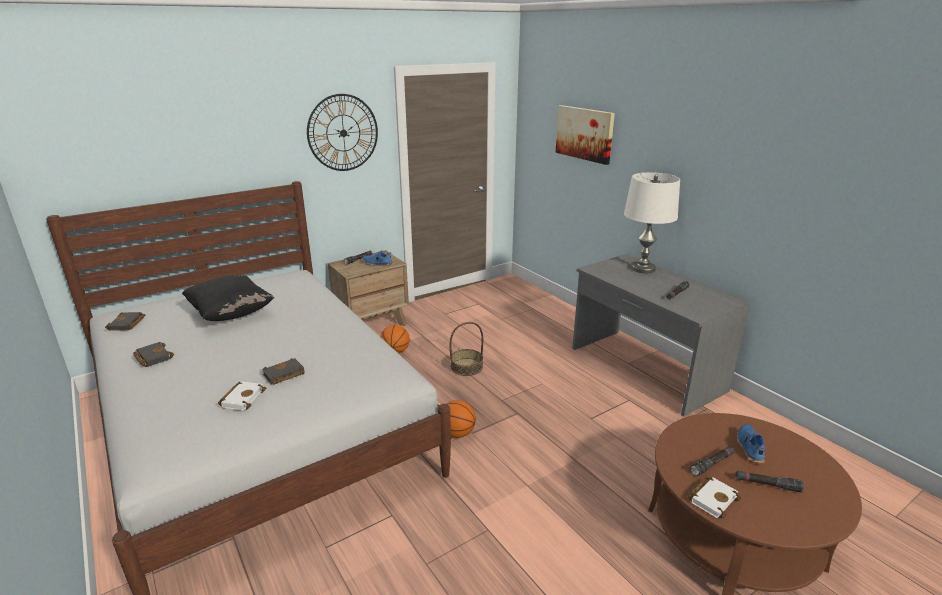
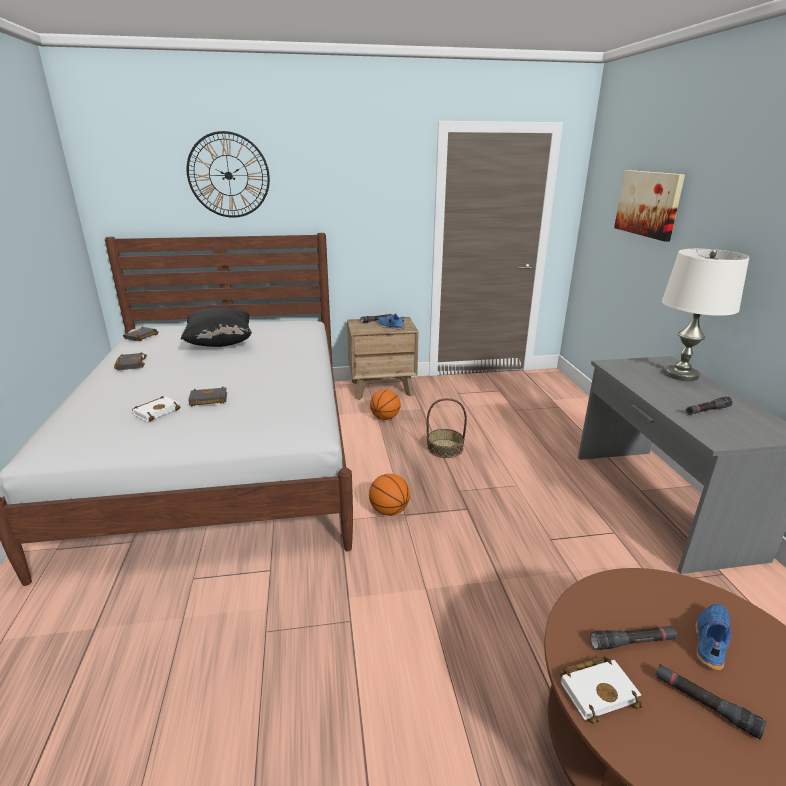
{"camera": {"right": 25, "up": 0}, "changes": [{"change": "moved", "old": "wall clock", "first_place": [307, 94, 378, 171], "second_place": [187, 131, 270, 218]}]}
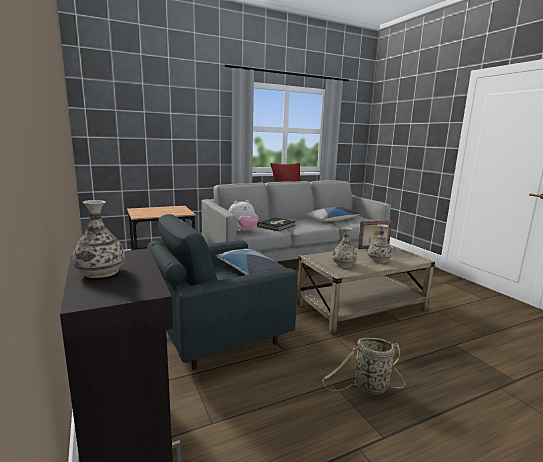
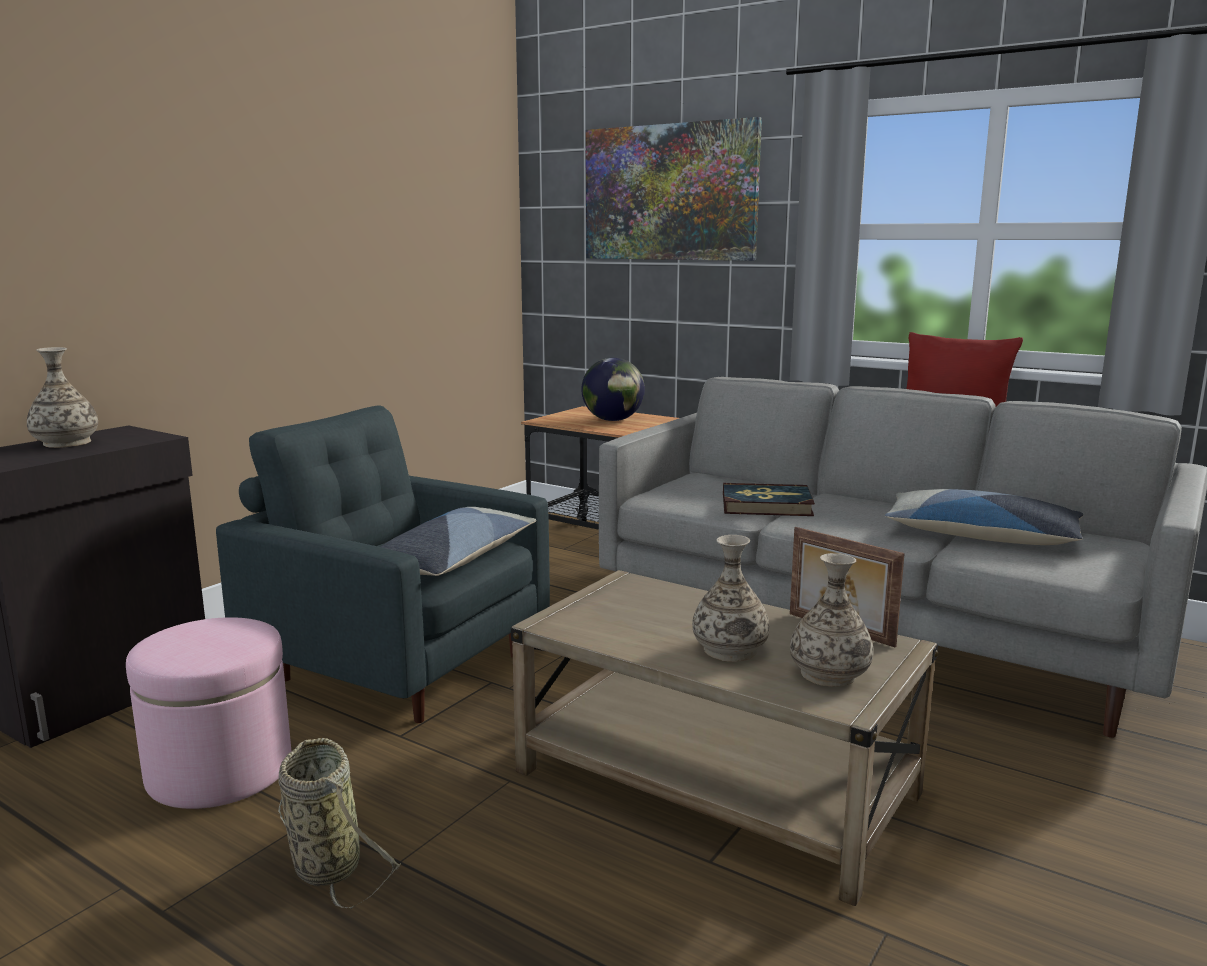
{"camera": {"right": 60, "up": 0}, "changes": [{"change": "removed", "old": "plush toy", "first_place": [228, 200, 258, 231]}, {"change": "added", "new": "pink ottoman", "second_place": [126, 617, 291, 809]}, {"change": "added", "new": "globe", "second_place": [581, 357, 645, 421]}, {"change": "added", "new": "picture", "second_place": [586, 117, 762, 261]}, {"change": "moved", "old": "vase", "first_place": [332, 227, 357, 268], "second_place": [790, 553, 873, 687]}]}
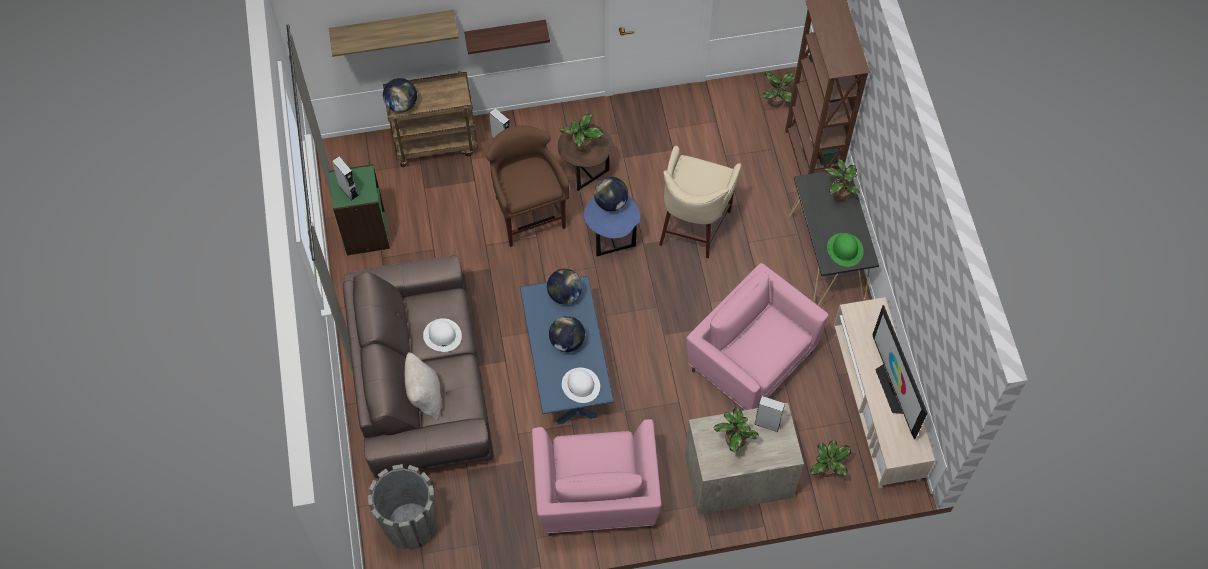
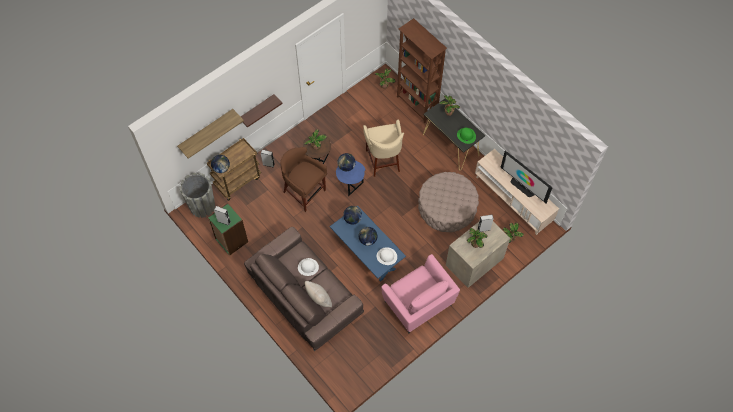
{"camera": {"right": -30, "up": 0}, "changes": [{"change": "moved", "old": "grey planter", "first_place": [368, 464, 437, 550], "second_place": [180, 173, 215, 218]}, {"change": "replaced", "old": "pink armchair", "new": "beige ottoman", "first_place": [687, 263, 828, 410], "second_place": [418, 172, 479, 232]}]}
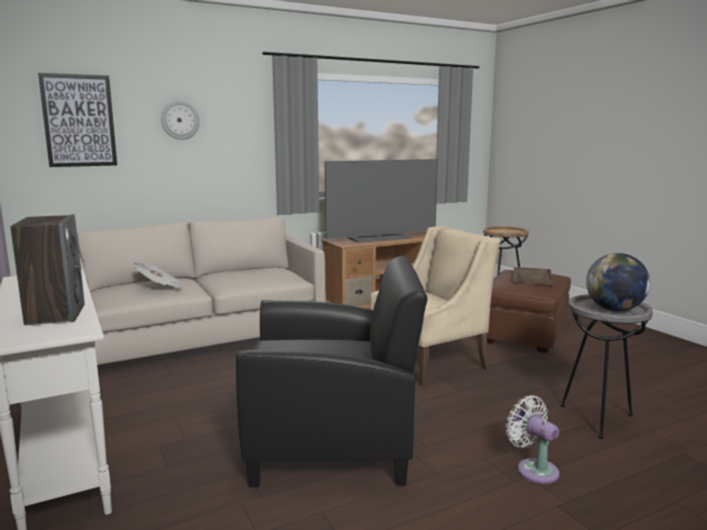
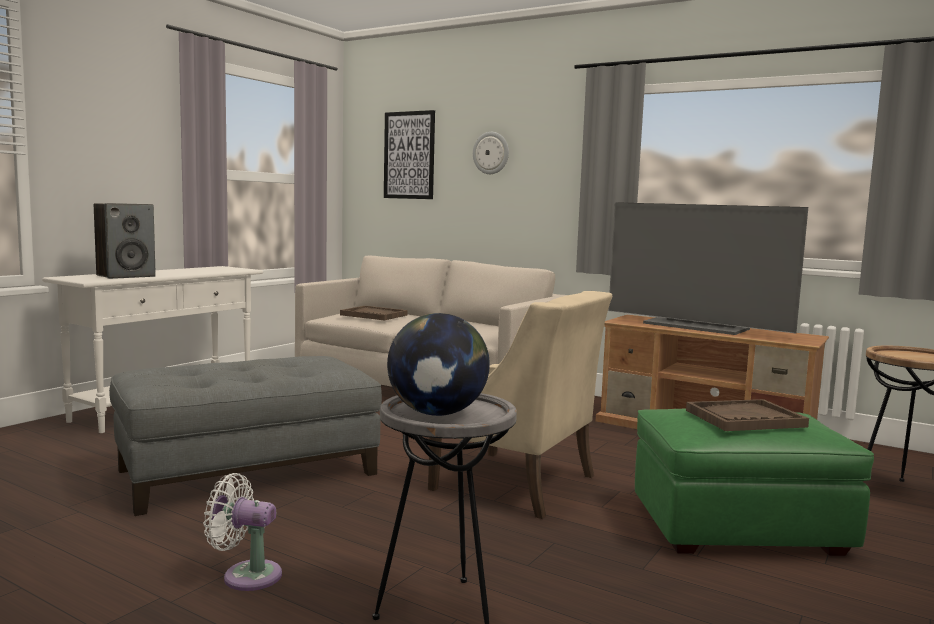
{"camera": {"right": 60, "up": -5}, "changes": [{"change": "replaced", "old": "newspaper", "new": "brown tray", "first_place": [133, 262, 183, 289], "second_place": [340, 306, 408, 320]}, {"change": "replaced", "old": "black armchair", "new": "grey ottoman", "first_place": [236, 256, 428, 487], "second_place": [109, 356, 382, 516]}, {"change": "recoloured", "old": "brown ottoman", "new": "green ottoman", "first_place": [487, 270, 571, 353], "second_place": [635, 409, 874, 556]}, {"change": "turned", "old": "white fan", "first_place": [506, 395, 560, 484], "second_place": [203, 473, 282, 591], "degrees": -105}]}
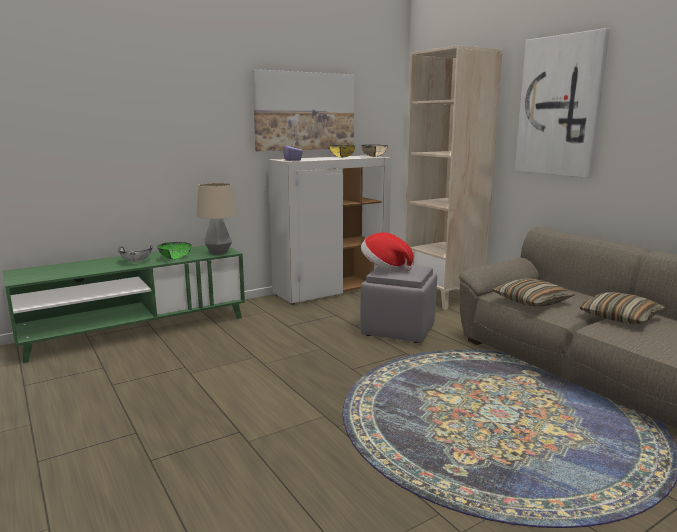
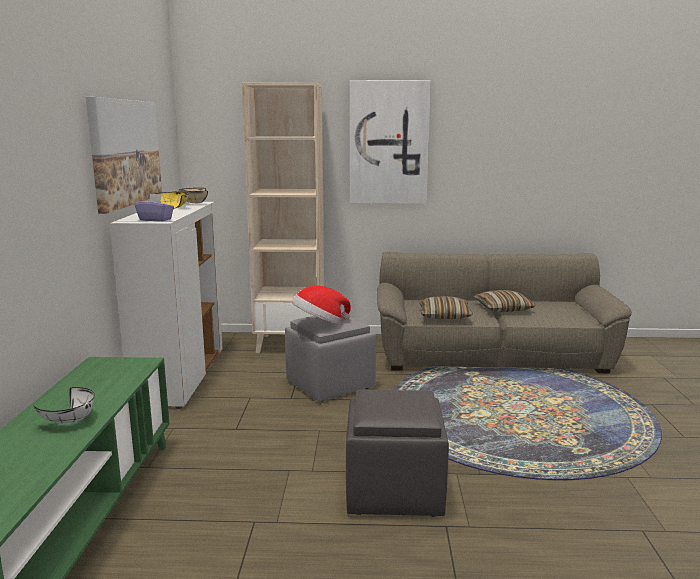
{"camera": {"right": -55, "up": 0}, "changes": [{"change": "removed", "old": "green bowl", "first_place": [157, 242, 191, 260]}, {"change": "removed", "old": "table lamp", "first_place": [197, 183, 236, 255]}, {"change": "added", "new": "grey ottoman", "second_place": [346, 390, 449, 516]}]}
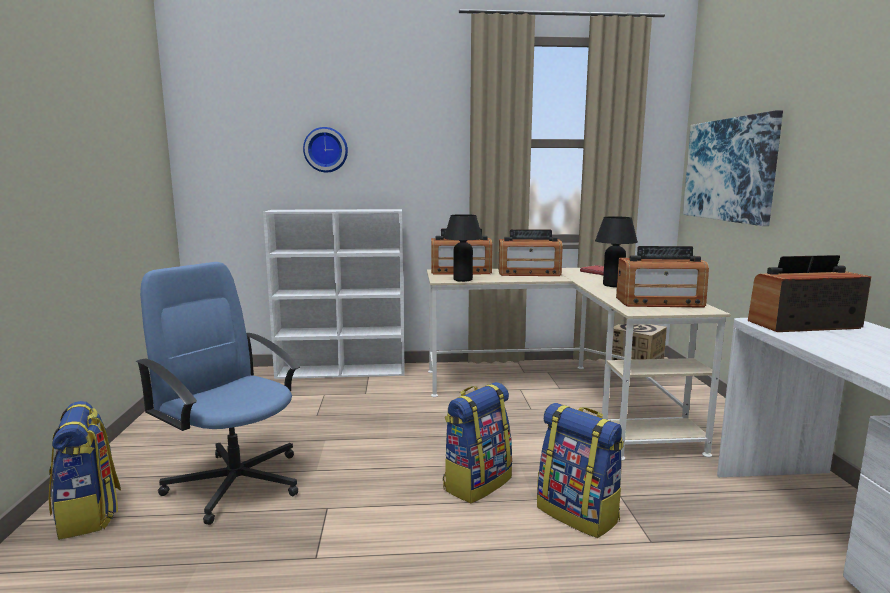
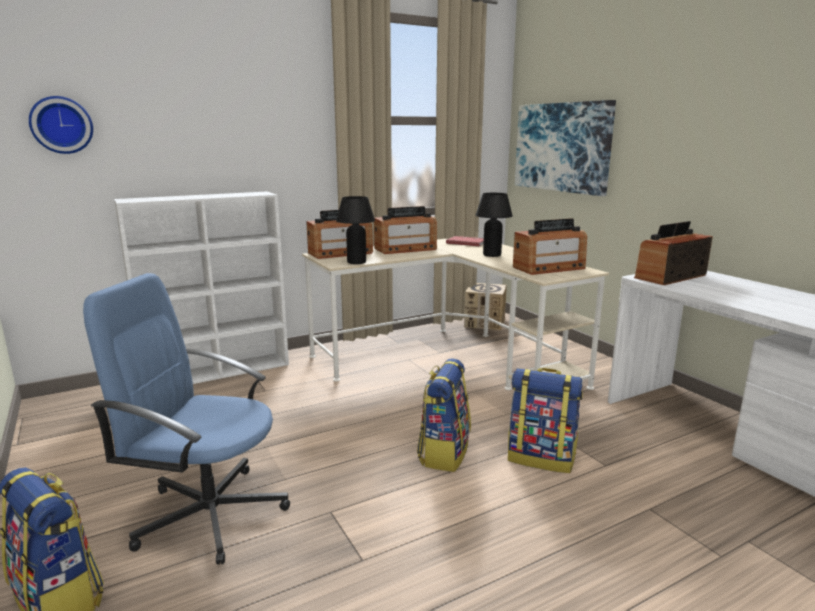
{"camera": {"right": -25, "up": 5}, "changes": [{"change": "moved", "old": "wall clock", "first_place": [303, 127, 348, 172], "second_place": [29, 96, 93, 154]}]}
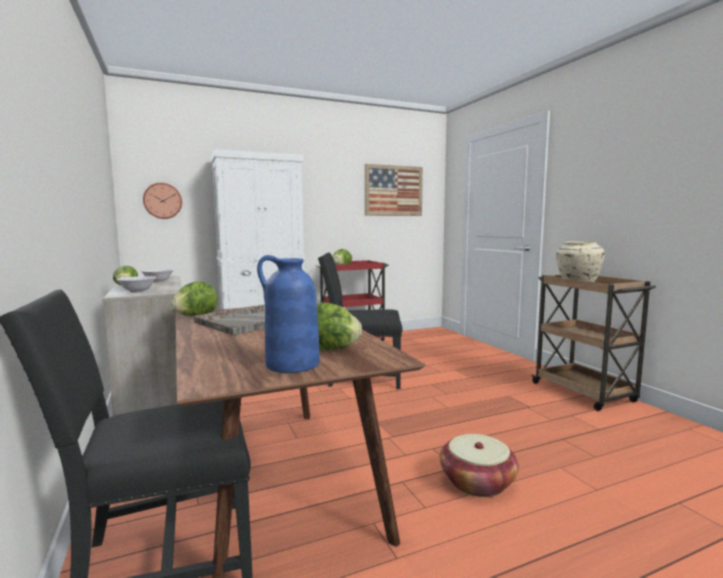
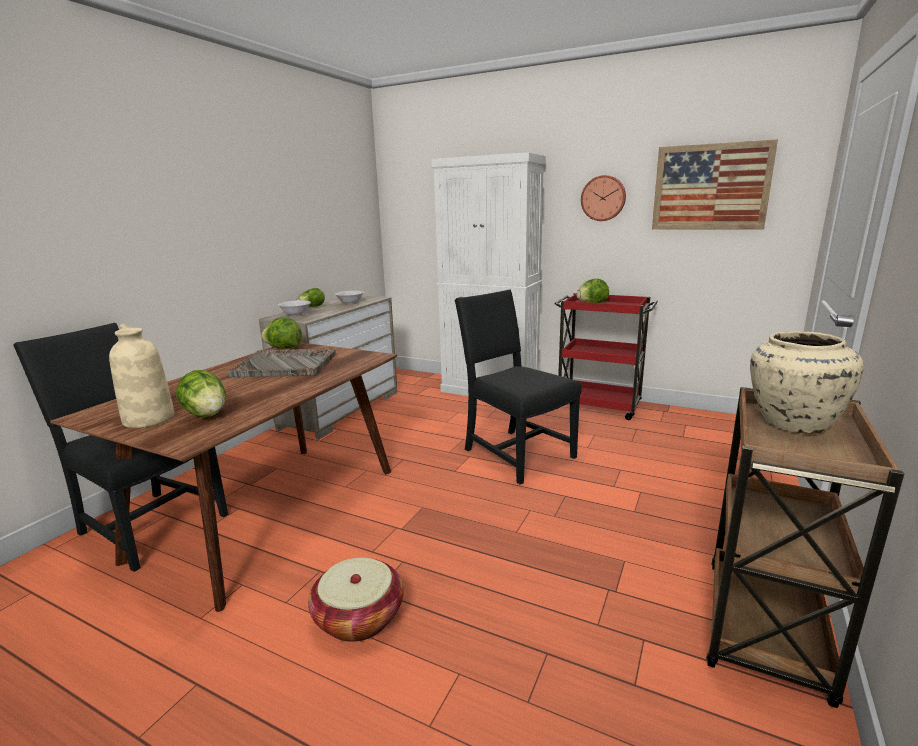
{"camera": {"right": 50, "up": 10}, "changes": [{"change": "moved", "old": "wall clock", "first_place": [143, 183, 182, 219], "second_place": [581, 175, 626, 221]}, {"change": "recoloured", "old": "blue vase", "new": "beige vase", "first_place": [257, 255, 320, 373], "second_place": [109, 324, 174, 428]}]}
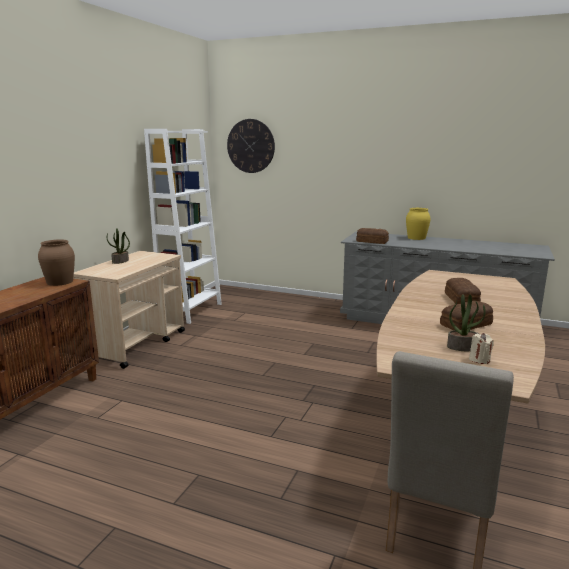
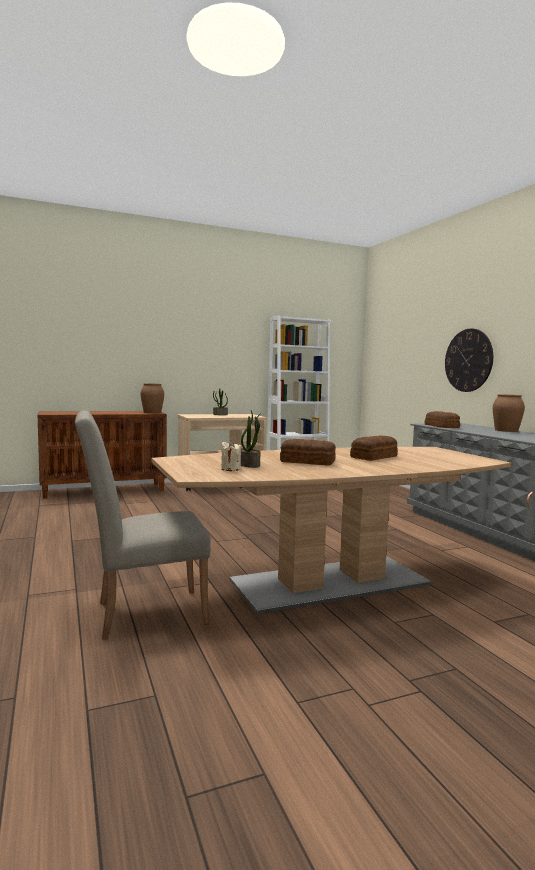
{"camera": {"right": 45, "up": -10}, "changes": [{"change": "moved", "old": "wall clock", "first_place": [227, 119, 275, 173], "second_place": [445, 328, 493, 392]}, {"change": "recoloured", "old": "yellow vase", "new": "brown vase", "first_place": [406, 208, 431, 240], "second_place": [493, 394, 525, 432]}]}
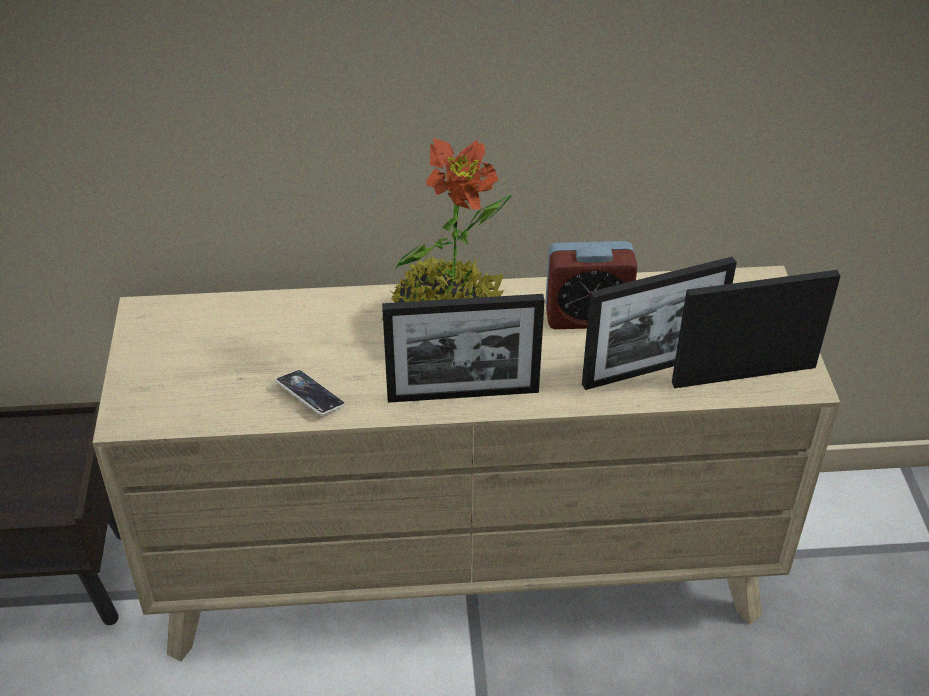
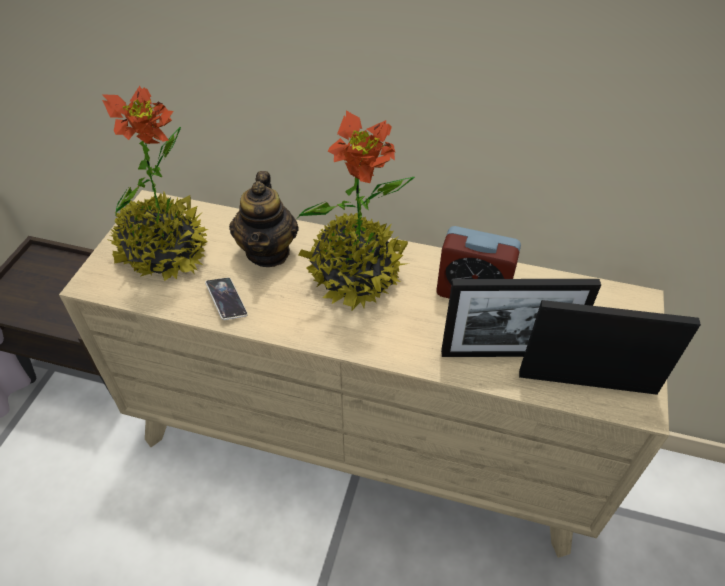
{"camera": {"right": 20, "up": 5}, "changes": [{"change": "removed", "old": "picture frame", "first_place": [382, 294, 545, 403]}, {"change": "added", "new": "potted plant", "second_place": [102, 86, 208, 281]}, {"change": "added", "new": "teapot", "second_place": [229, 171, 299, 267]}]}
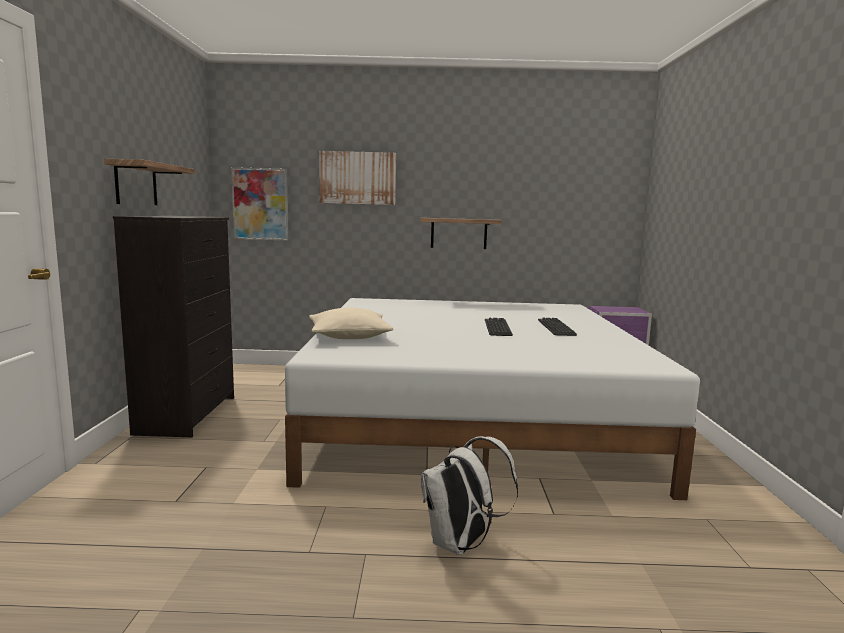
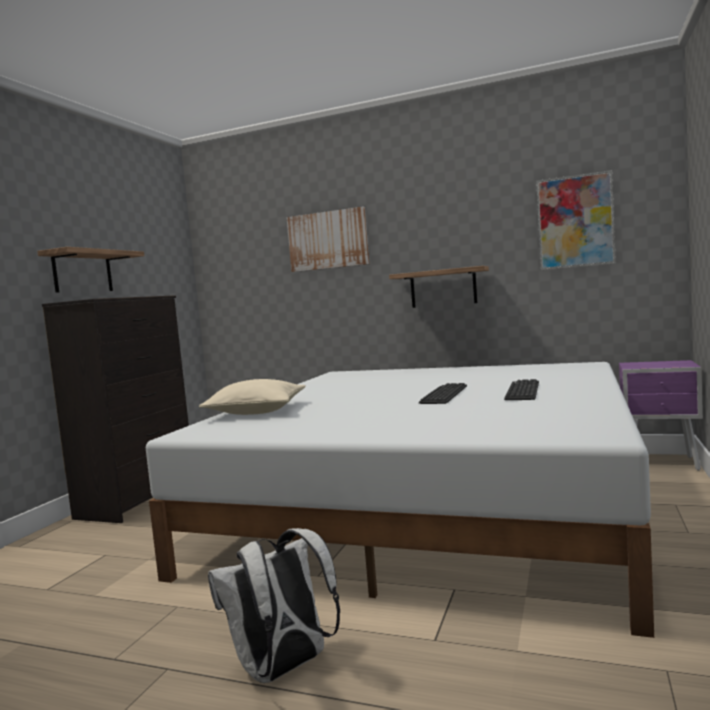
{"camera": {"right": 20, "up": -5}, "changes": [{"change": "moved", "old": "picture", "first_place": [231, 167, 289, 241], "second_place": [536, 170, 616, 270]}]}
